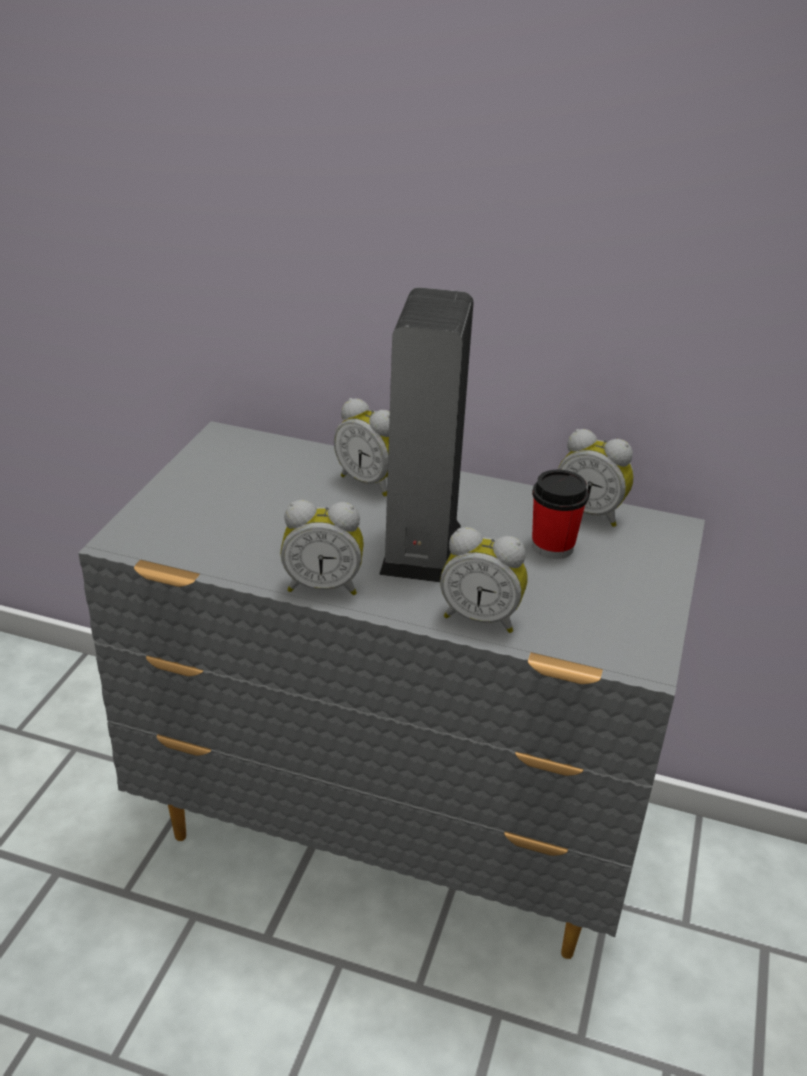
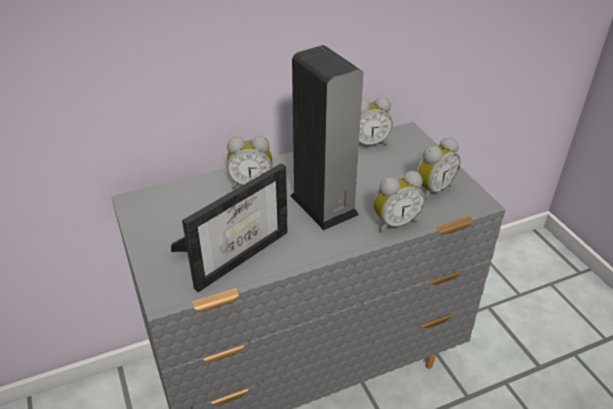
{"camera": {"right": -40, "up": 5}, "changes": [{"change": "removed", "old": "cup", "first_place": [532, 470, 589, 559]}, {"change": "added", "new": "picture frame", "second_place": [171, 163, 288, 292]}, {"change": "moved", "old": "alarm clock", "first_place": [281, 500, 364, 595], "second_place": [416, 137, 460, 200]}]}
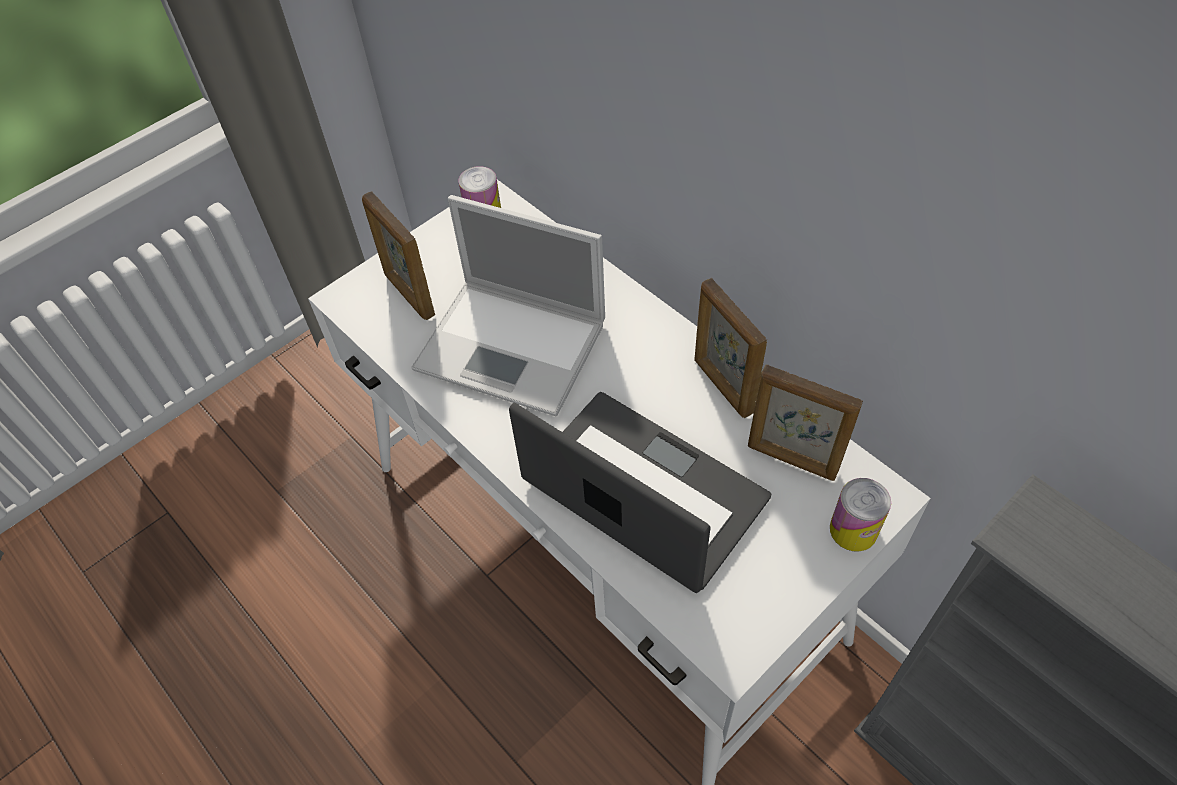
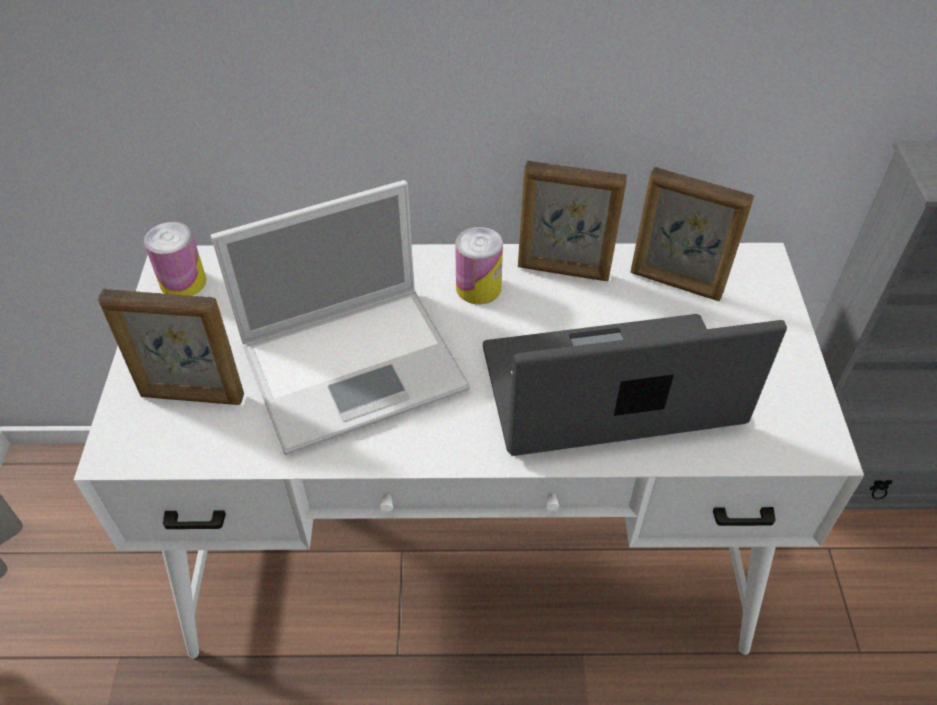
{"camera": {"right": -50, "up": -5}, "changes": [{"change": "moved", "old": "can", "first_place": [830, 478, 891, 552], "second_place": [455, 227, 503, 304]}, {"change": "turned", "old": "picture frame", "first_place": [748, 364, 863, 481], "second_place": [631, 167, 754, 301], "degrees": 45}]}
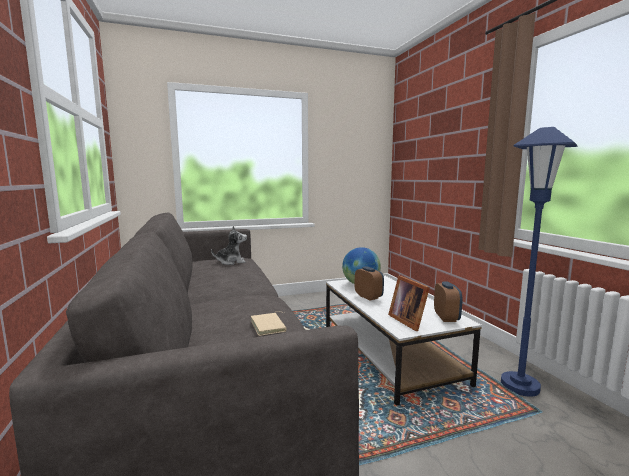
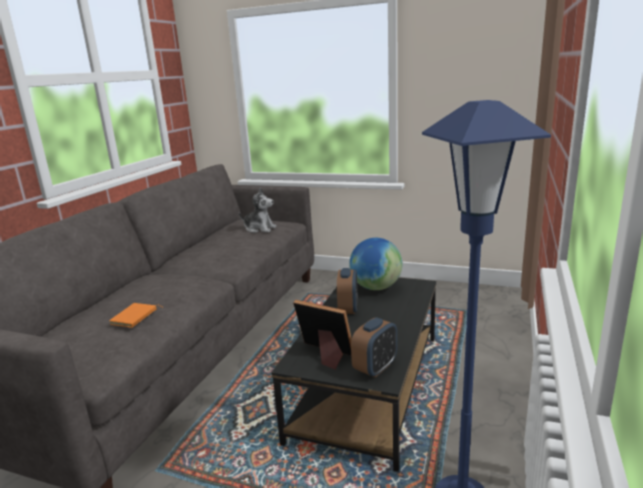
{"camera": {"right": 40, "up": 10}, "changes": [{"change": "recoloured", "old": "beige book", "new": "orange book", "first_place": [251, 311, 287, 336], "second_place": [109, 303, 162, 328]}, {"change": "recoloured", "old": "white coffee table", "new": "black coffee table", "first_place": [326, 276, 482, 406], "second_place": [271, 278, 436, 472]}, {"change": "turned", "old": "picture frame", "first_place": [388, 276, 430, 331], "second_place": [293, 300, 352, 370], "degrees": 105}]}
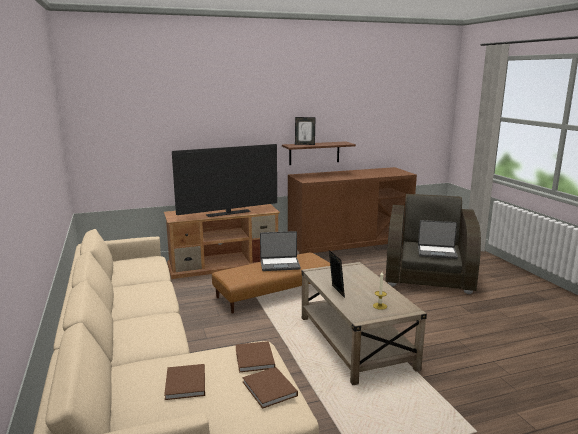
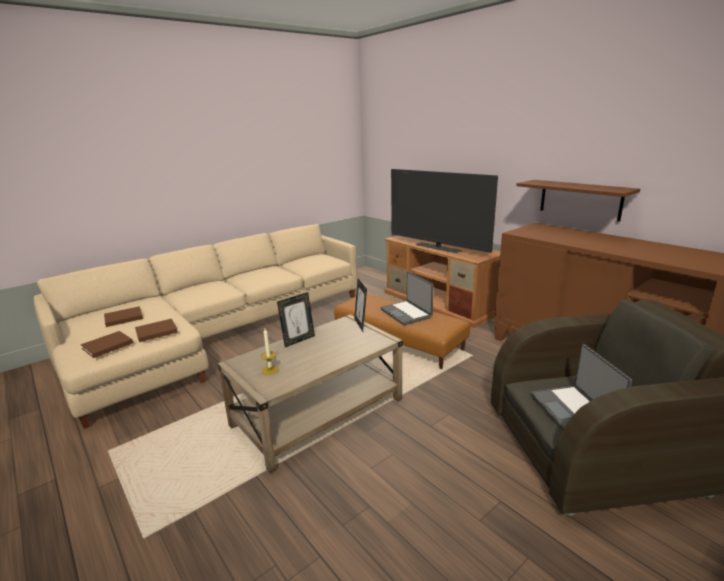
{"camera": {"right": 70, "up": 5}, "changes": [{"change": "moved", "old": "picture frame", "first_place": [295, 117, 315, 145], "second_place": [354, 279, 367, 332]}]}
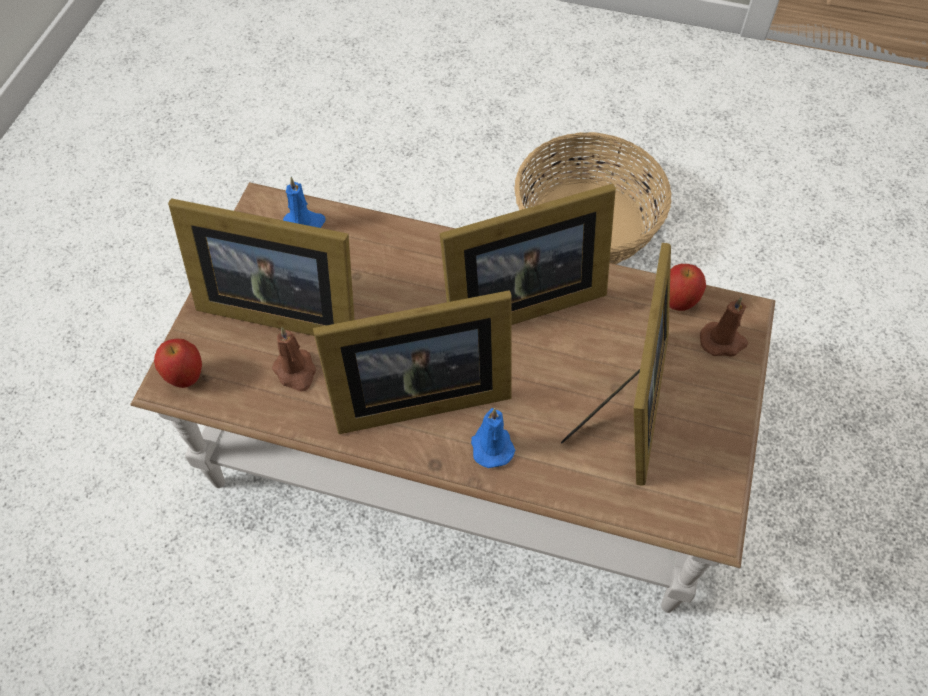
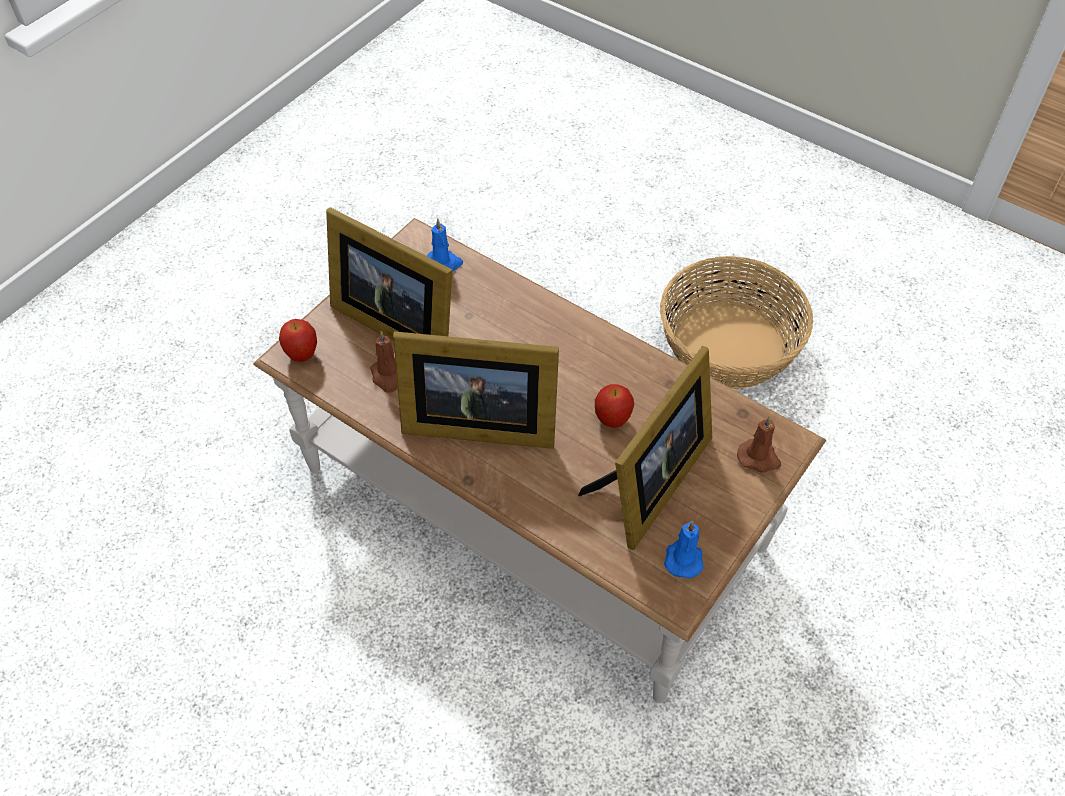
{"camera": {"right": 20, "up": -5}, "changes": [{"change": "removed", "old": "picture frame", "first_place": [440, 184, 616, 325]}, {"change": "moved", "old": "blue candle", "first_place": [471, 408, 515, 468], "second_place": [664, 521, 703, 578]}, {"change": "moved", "old": "apple", "first_place": [669, 264, 706, 311], "second_place": [595, 384, 634, 428]}]}
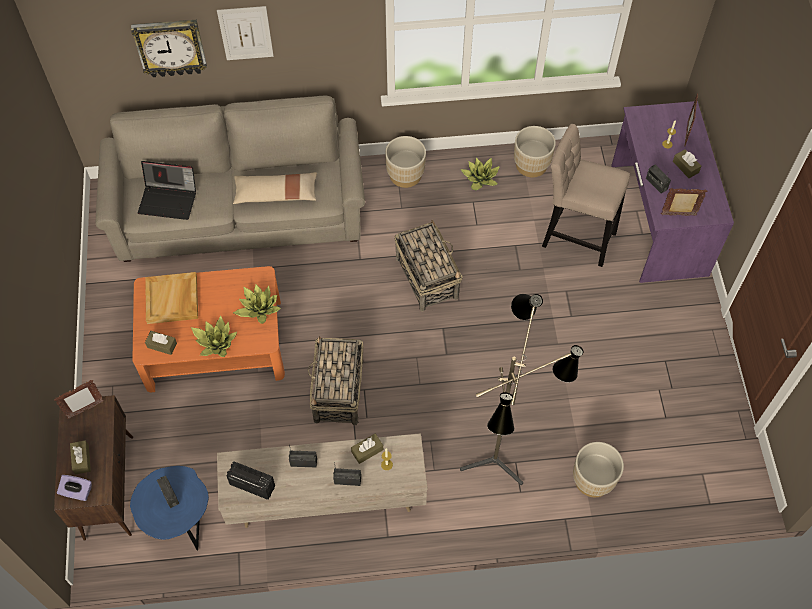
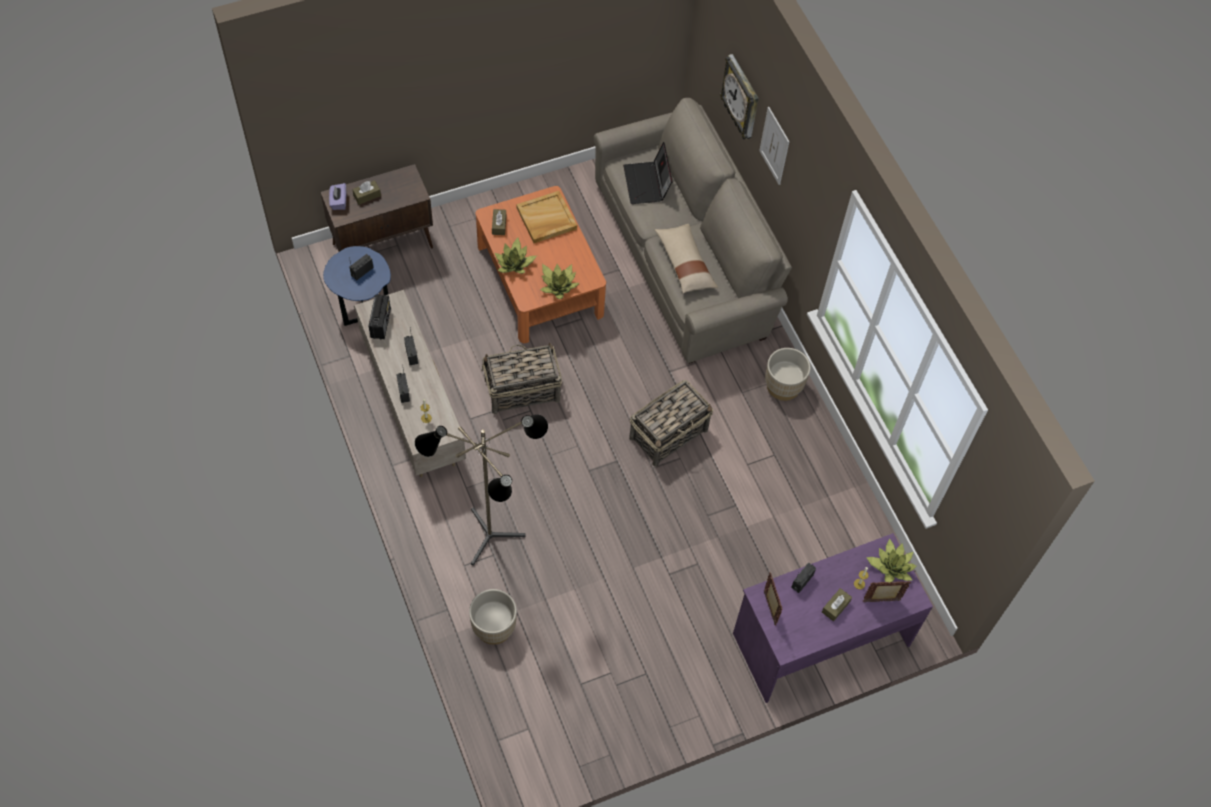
{"camera": {"right": 70, "up": 0}, "changes": [{"change": "removed", "old": "picture frame", "first_place": [54, 380, 104, 419]}, {"change": "removed", "old": "brown tissue box", "first_place": [351, 433, 383, 464]}, {"change": "removed", "old": "beige planter", "first_place": [514, 126, 556, 177]}, {"change": "removed", "old": "beige stool", "first_place": [542, 124, 630, 267]}, {"change": "moved", "old": "potted plant", "first_place": [461, 157, 500, 190], "second_place": [866, 538, 916, 582]}]}
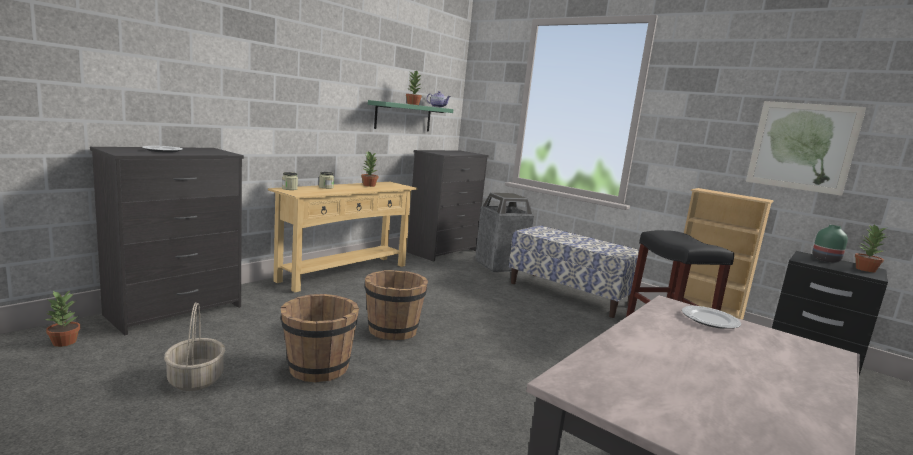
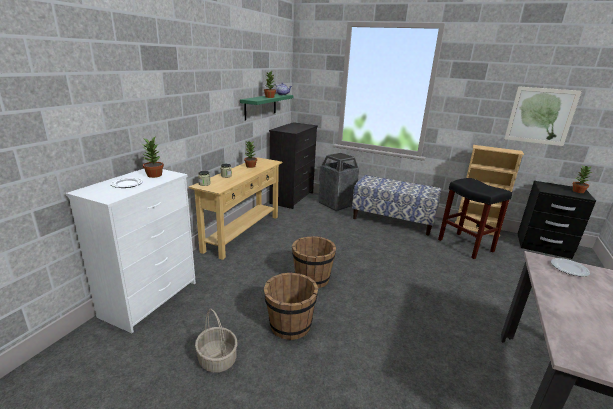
{"camera": {"right": -15, "up": 10}, "changes": [{"change": "removed", "old": "green vase", "first_place": [812, 225, 848, 263]}, {"change": "moved", "old": "potted plant", "first_place": [46, 290, 80, 347], "second_place": [143, 137, 164, 178]}, {"change": "recoloured", "old": "black dresser", "new": "white dresser", "first_place": [90, 147, 244, 335], "second_place": [66, 169, 196, 333]}]}
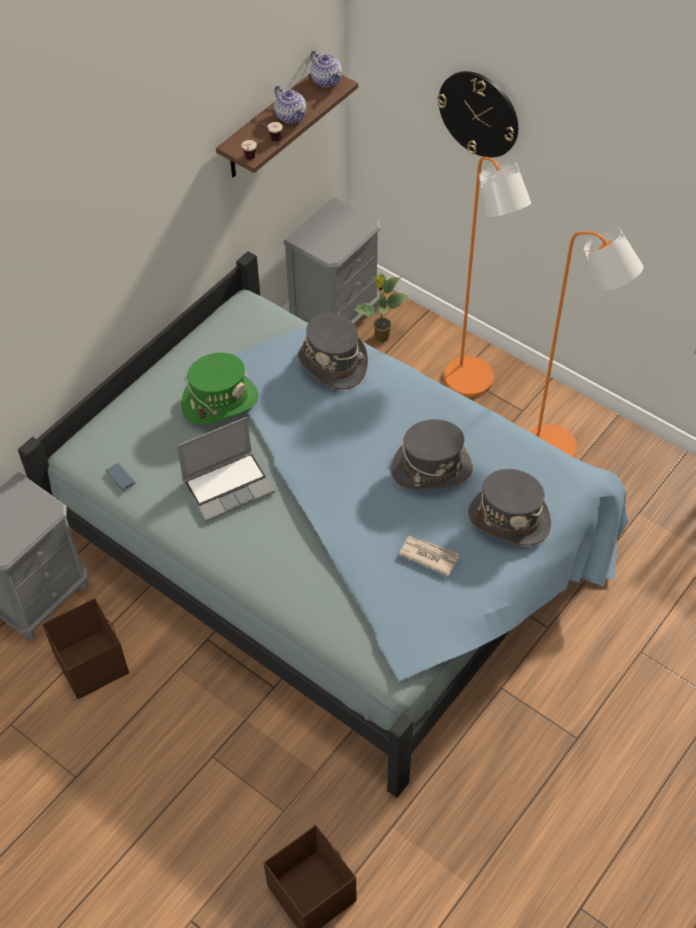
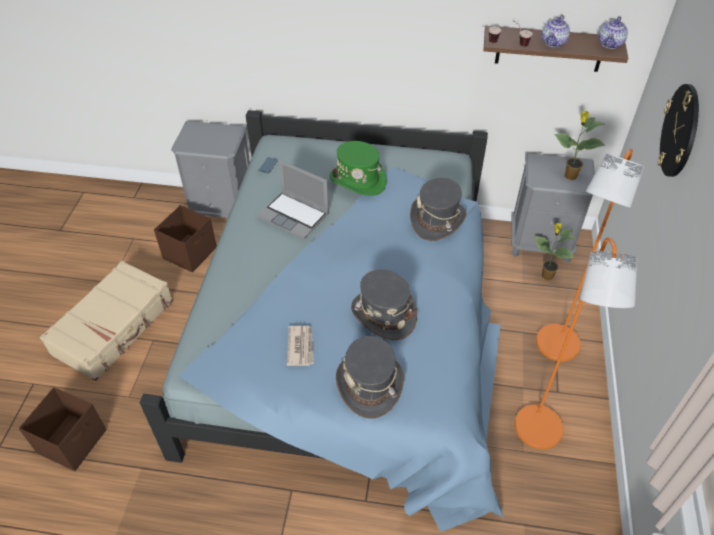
{"camera": {"right": 60, "up": -5}, "changes": [{"change": "added", "new": "beige suitcase", "second_place": [40, 261, 173, 381]}, {"change": "added", "new": "potted plant", "second_place": [554, 111, 605, 180]}]}
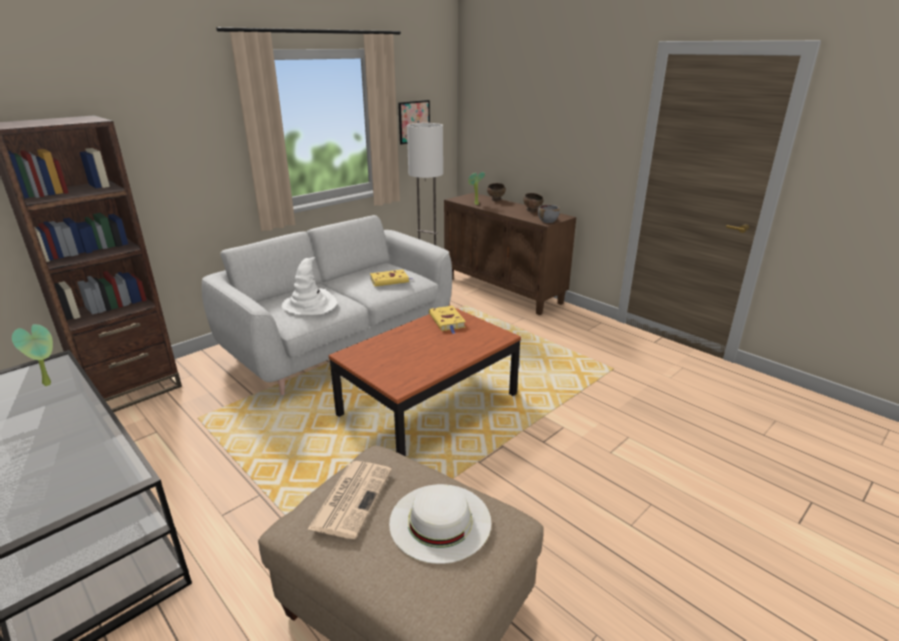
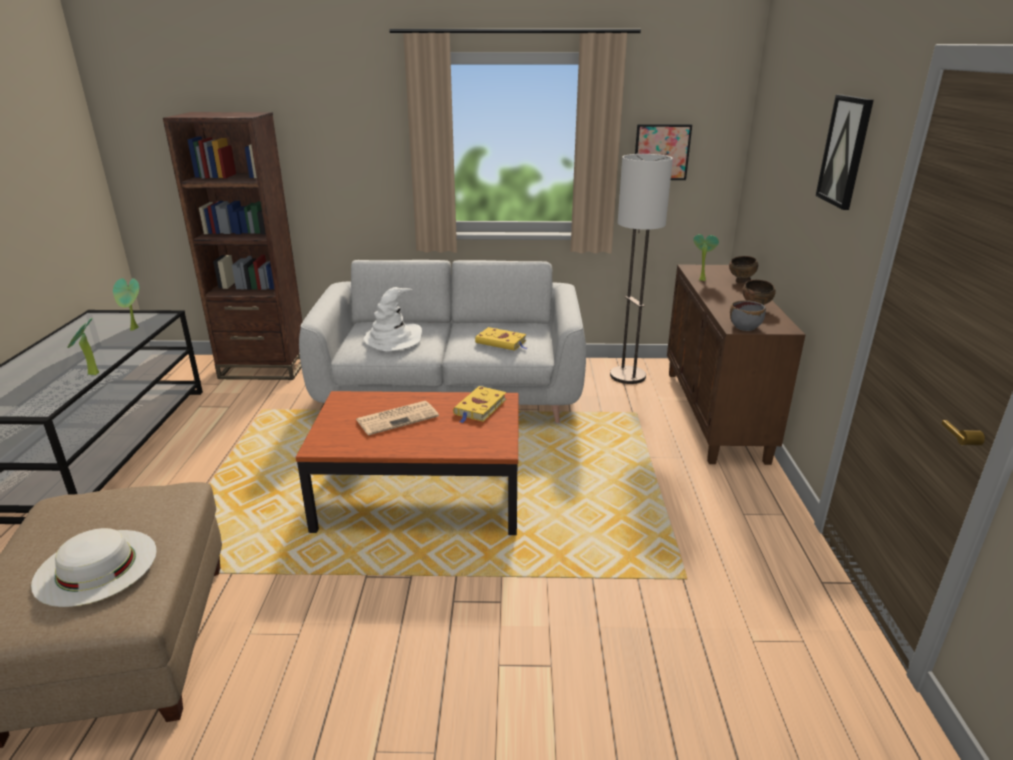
{"camera": {"right": 45, "up": 0}, "changes": [{"change": "added", "new": "potted plant", "second_place": [67, 318, 99, 375]}, {"change": "added", "new": "picture", "second_place": [816, 95, 874, 210]}, {"change": "moved", "old": "newspaper", "first_place": [307, 461, 392, 539], "second_place": [356, 401, 439, 435]}]}
